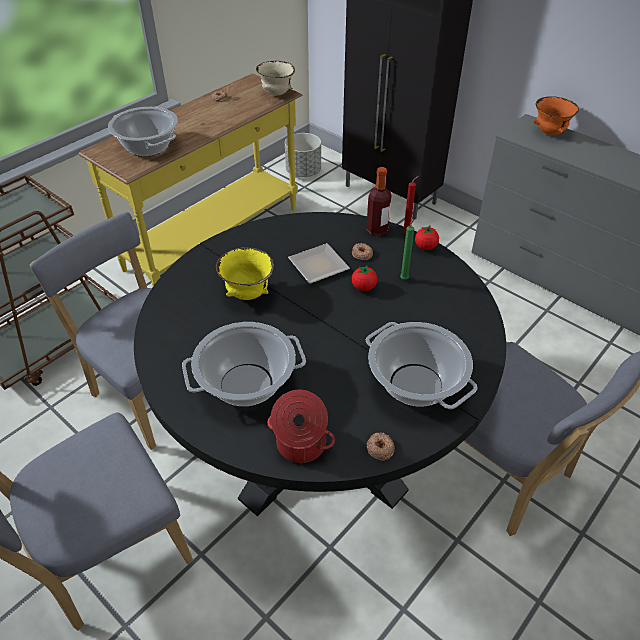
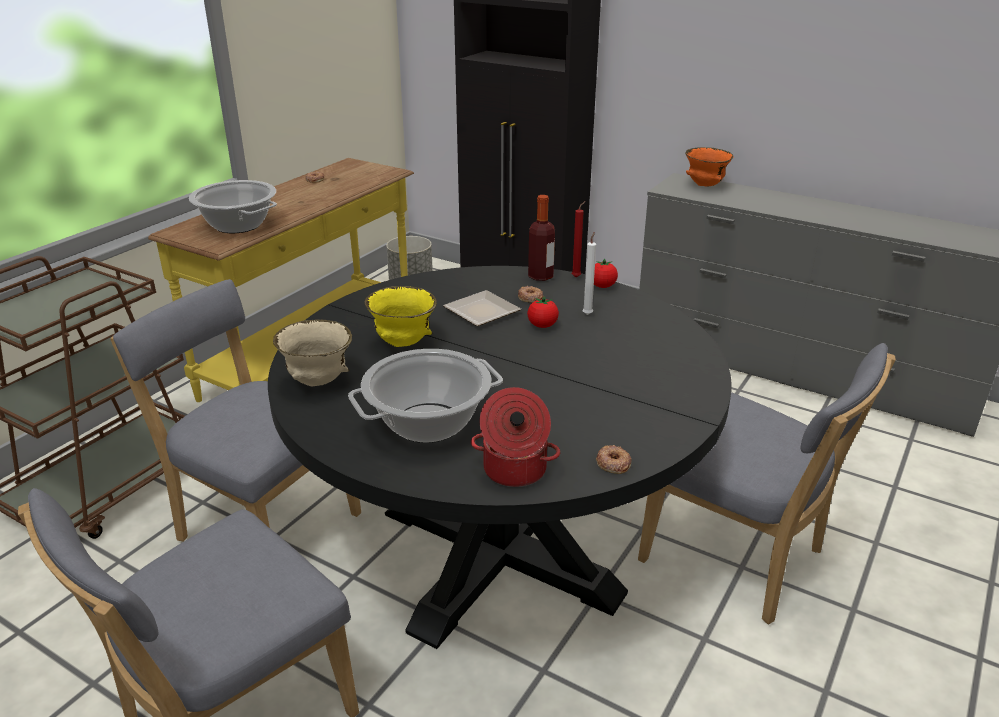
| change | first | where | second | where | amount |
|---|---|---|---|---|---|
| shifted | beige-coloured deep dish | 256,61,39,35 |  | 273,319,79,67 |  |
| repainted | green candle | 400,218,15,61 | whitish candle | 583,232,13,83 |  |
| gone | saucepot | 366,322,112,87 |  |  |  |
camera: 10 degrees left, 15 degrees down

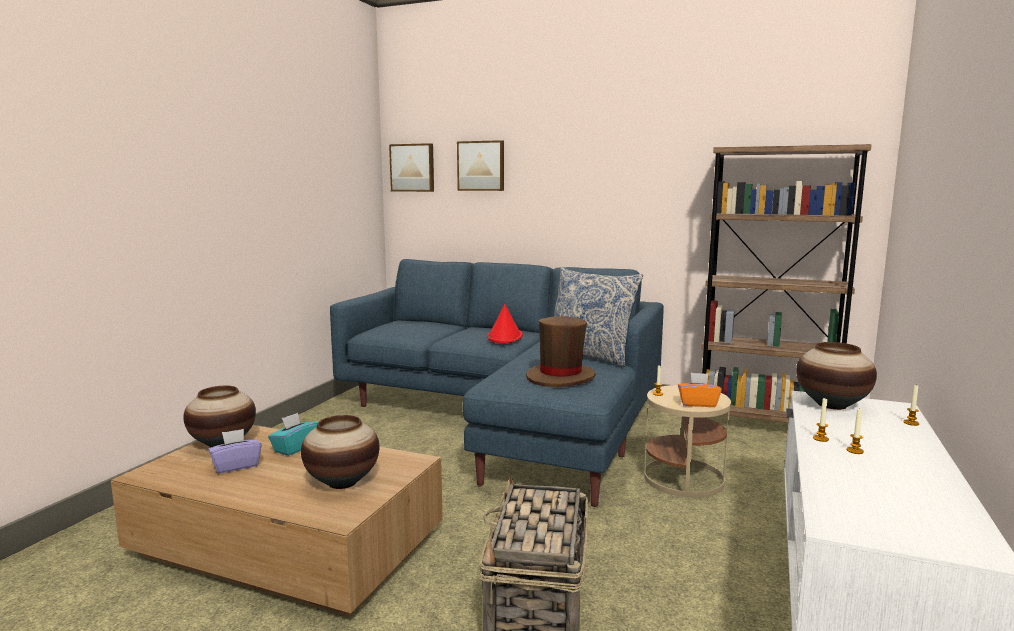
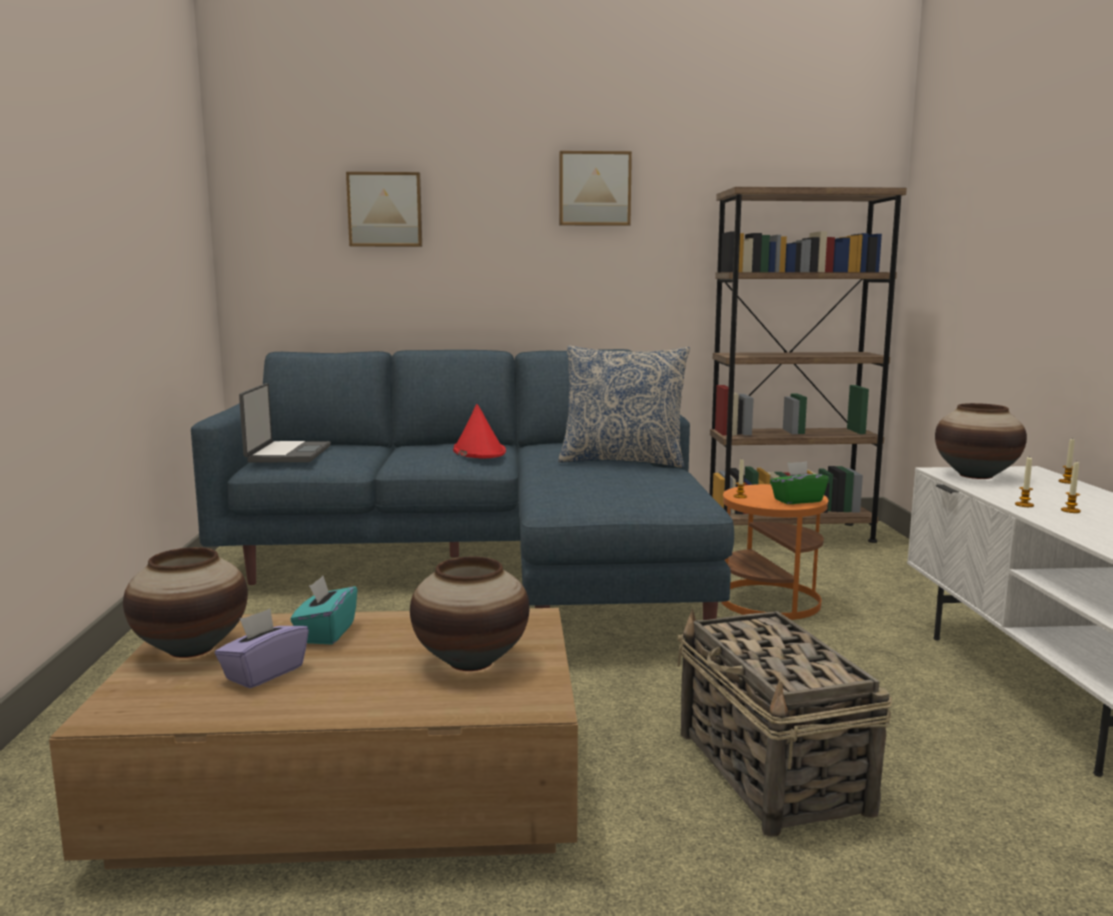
| change | first | where | second | where | amount |
|---|---|---|---|---|---|
| shifted | picture | 389,143,45,49 |  | 559,151,73,75 |  |
| gone | brown wearable hat | 526,316,69,71 |  |  |  |
| repainted | orangey tissue holder | 678,373,44,34 | green tissue holder | 770,461,59,43 |  |
| repainted | beige-coloured side table | 644,385,87,112 | orangey side table | 721,484,108,136 |  |
| new |  |  | laptop | 239,383,92,79 |  |
camera: 25 degrees left, 0 degrees up

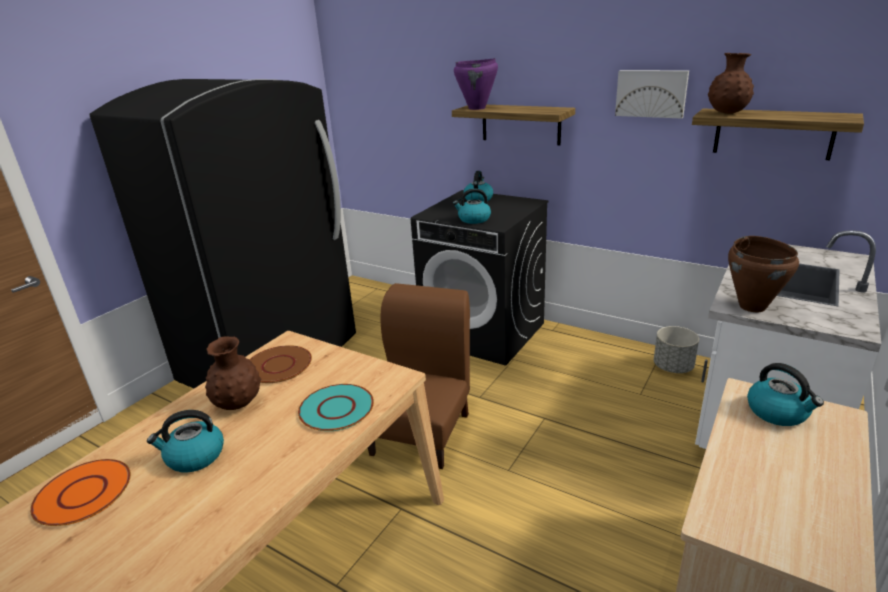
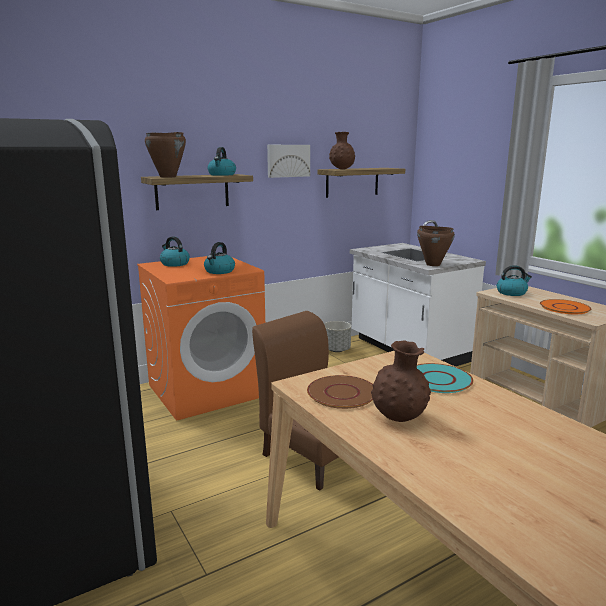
| change | first | where | second | where | amount |
|---|---|---|---|---|---|
| repainted | purplish saucepot | 454,58,44,52 | brown saucepot | 145,132,41,45 |  |
| repainted | black laundry appliance | 411,190,138,176 | orangey laundry appliance | 137,256,128,165 |  |
| shifted | water kettle | 147,410,77,63 |  | 208,147,28,29 |  |
| shifted | orangey plate | 30,459,101,67 |  | 540,299,51,15 |  |
camera: 65 degrees left, 10 degrees down

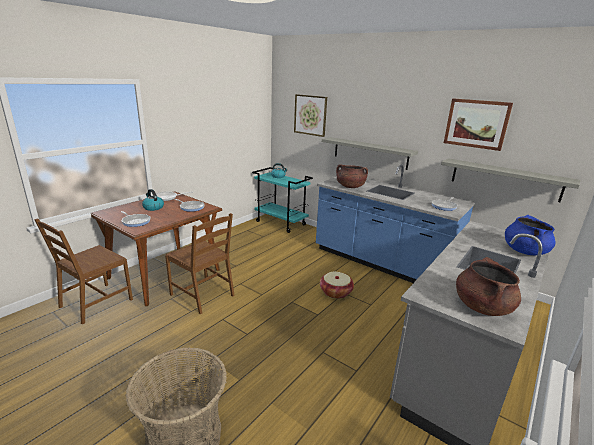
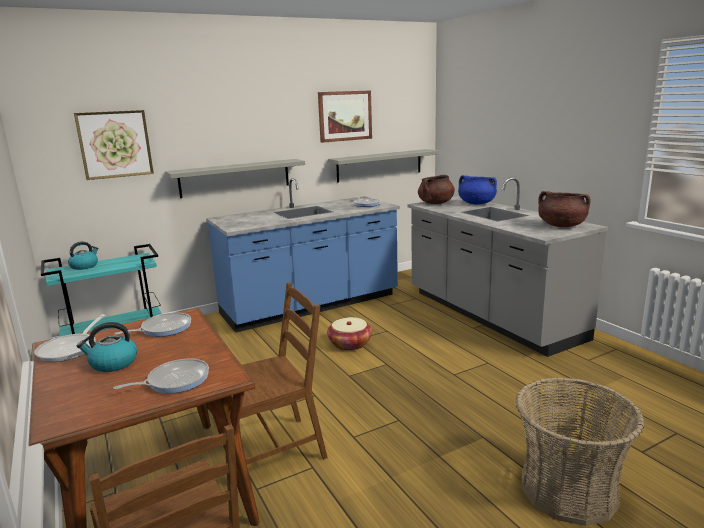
| change | first | where | second | where | amount |
|---|---|---|---|---|---|
| shifted | brown saucepot | 336,165,32,23 |  | 418,175,37,29 |  |
camera: 65 degrees left, 5 degrees down

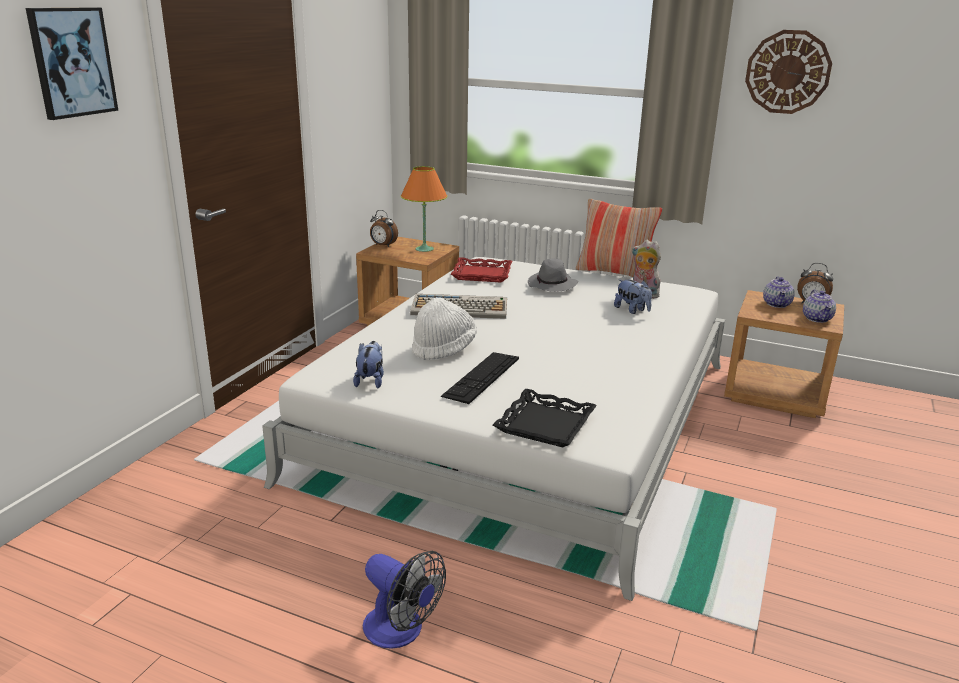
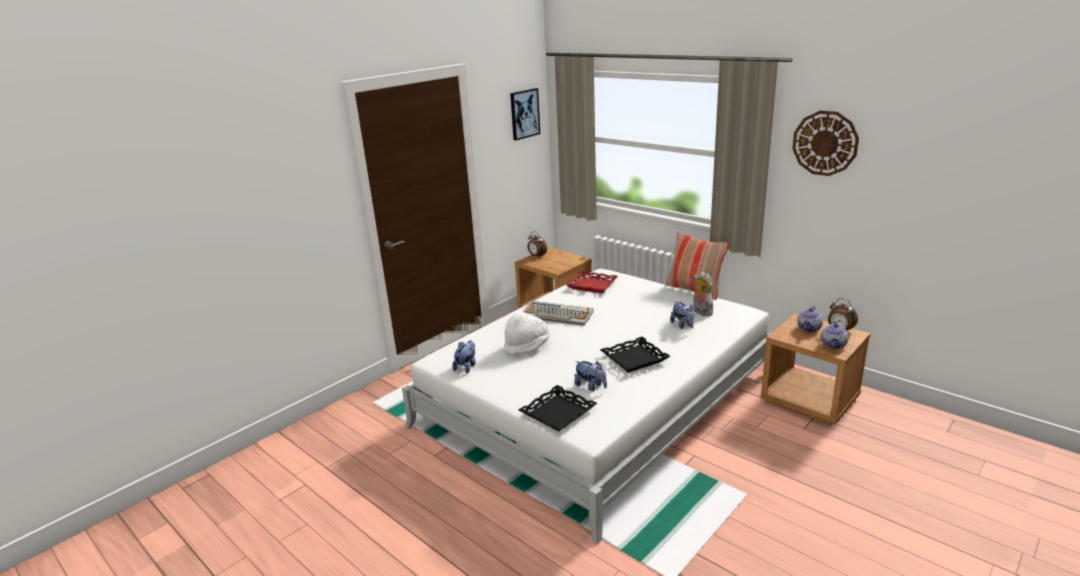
| change | first | where | second | where | amount |
|---|---|---|---|---|---|
| shifted | picture | 26,7,92,113 |  | 510,88,30,52 |  |
| gone | orangey tabletop lamp | 401,166,46,86 |  |  |  |
| gone | greyish wearable hat | 528,258,50,34 |  |  |  |
| gone | PC keyboard | 441,352,78,52 |  |  |  |
| gone | fan | 363,551,83,98 |  |  |  |
| new |  |  | black tray | 600,337,70,36 |  |
| new |  |  | plush toy | 574,361,33,30 |  |
camera: 20 degrees right, 0 degrees up

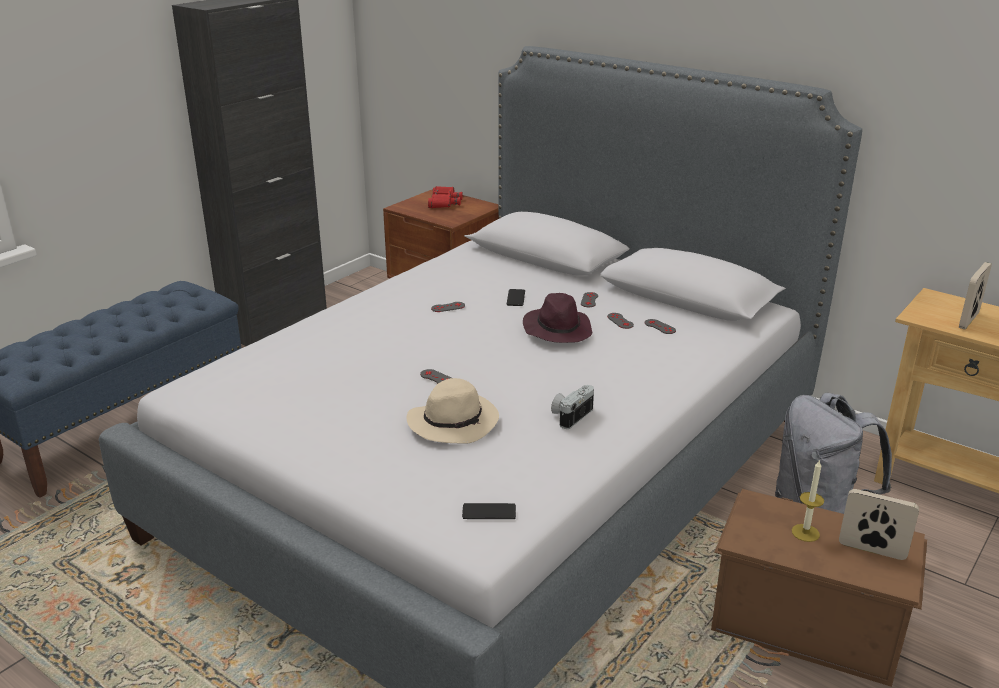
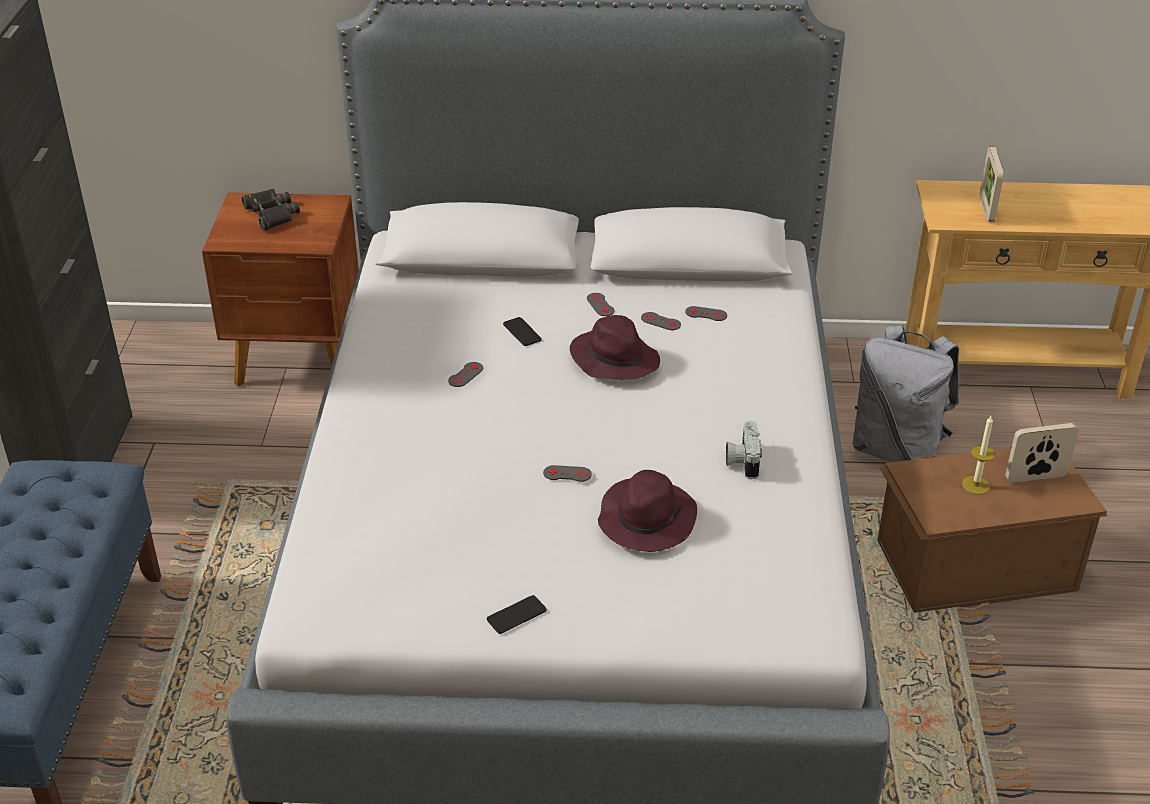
| change | first | where | second | where | amount |
|---|---|---|---|---|---|
| repainted | reddish field glasses | 428,186,35,22 | black field glasses | 242,189,58,42 |  |
| repainted | beige-coloured wearable hat | 407,378,92,66 | purplish wearable hat | 598,470,99,82 |  |
| shifted | phone | 462,503,54,16 |  | 487,595,60,39 |  |
camera: 35 degrees left, 10 degrees up

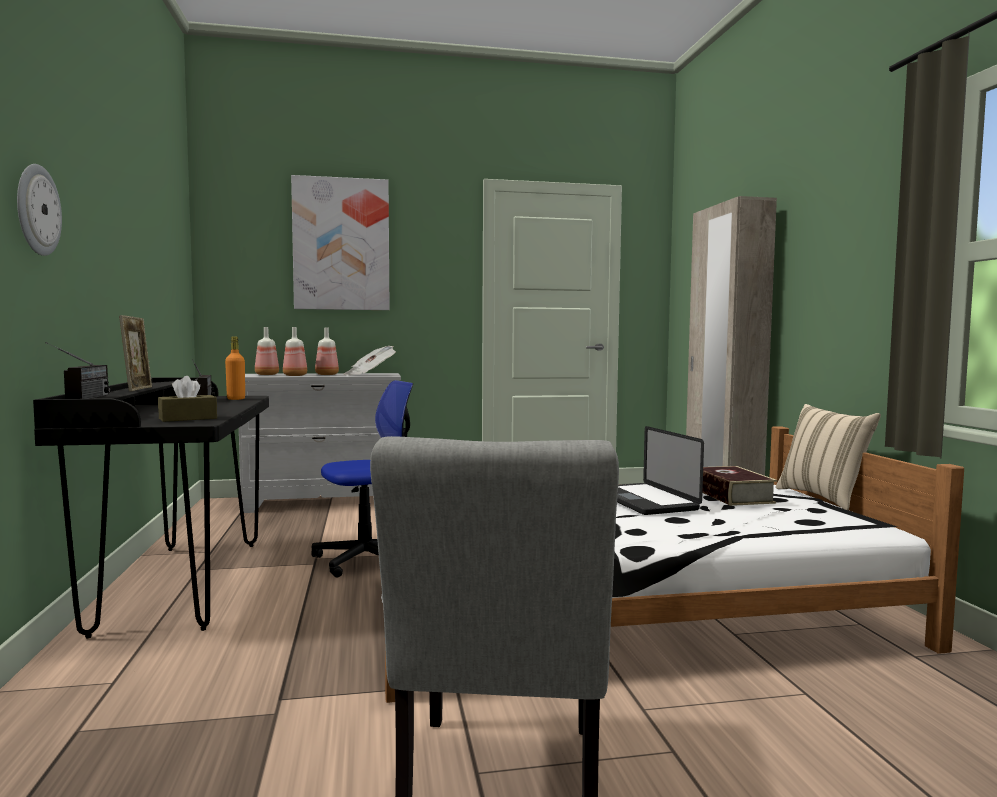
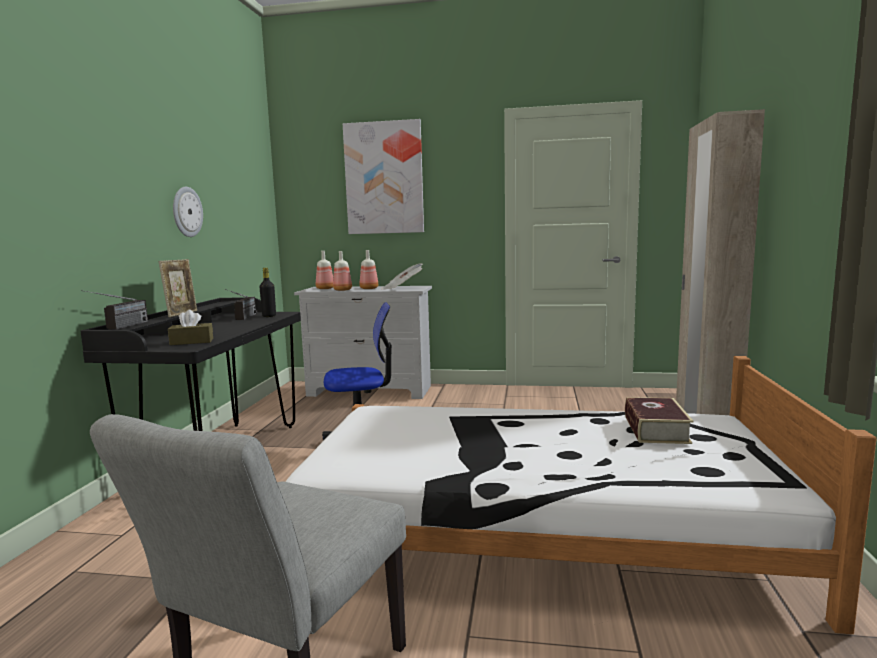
| change | first | where | second | where | amount |
|---|---|---|---|---|---|
| shifted | clock on the wall | 17,164,45,92 |  | 173,187,30,50 |  |
| repainted | orangey beverage bottle | 225,336,20,64 | black beverage bottle | 259,268,17,49 |  |
| gone | beige-coloured throw pillow | 776,404,105,106 |  |  |  |
| gone | laptop | 617,426,87,89 |  |  |  |
camera: 20 degrees right, 5 degrees up

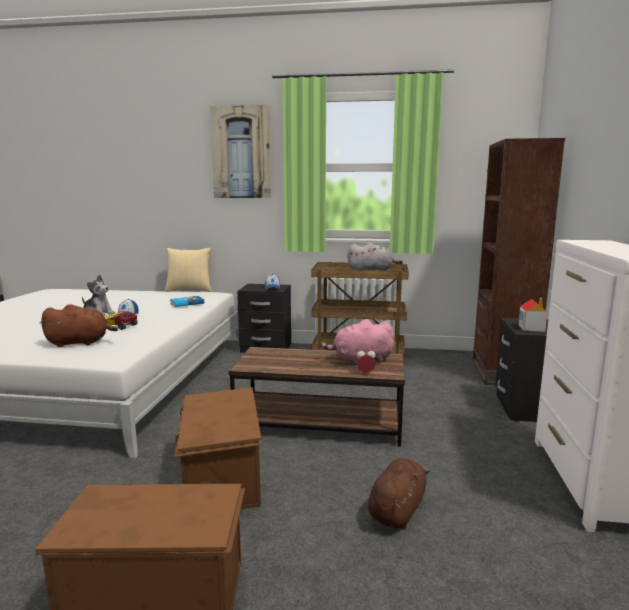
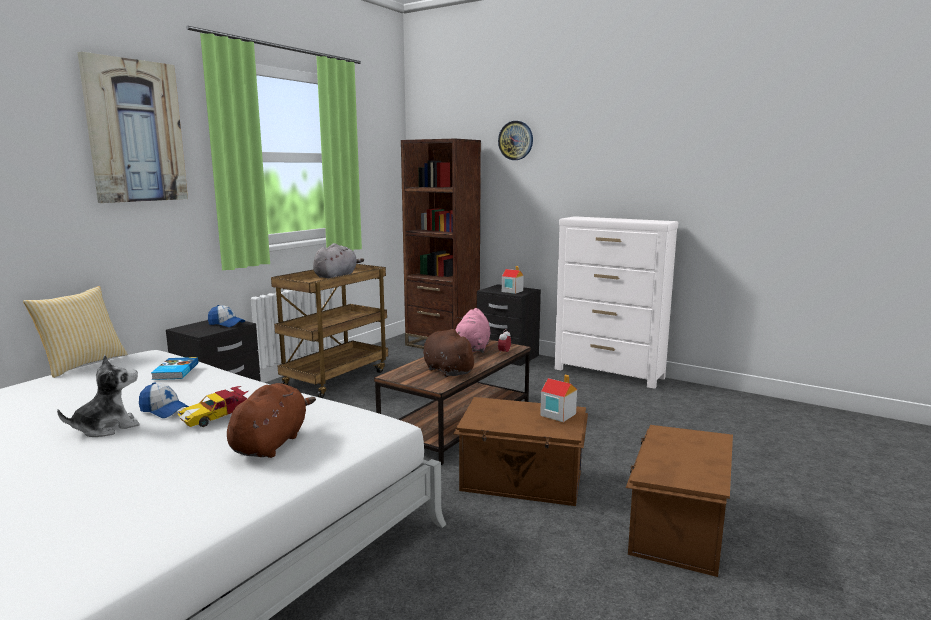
| change | first | where | second | where | amount |
|---|---|---|---|---|---|
| shifted | brown plush toy | 368,458,63,71 |  | 423,329,55,48 |  |
| new |  |  | clock on the wall | 498,121,35,39 |  |
| new |  |  | miniature house | 540,375,37,47 |  |
camera: 65 degrees left, 0 degrees up

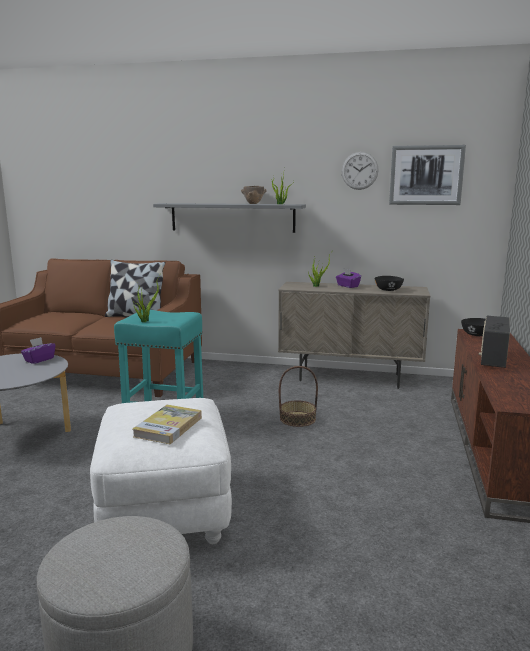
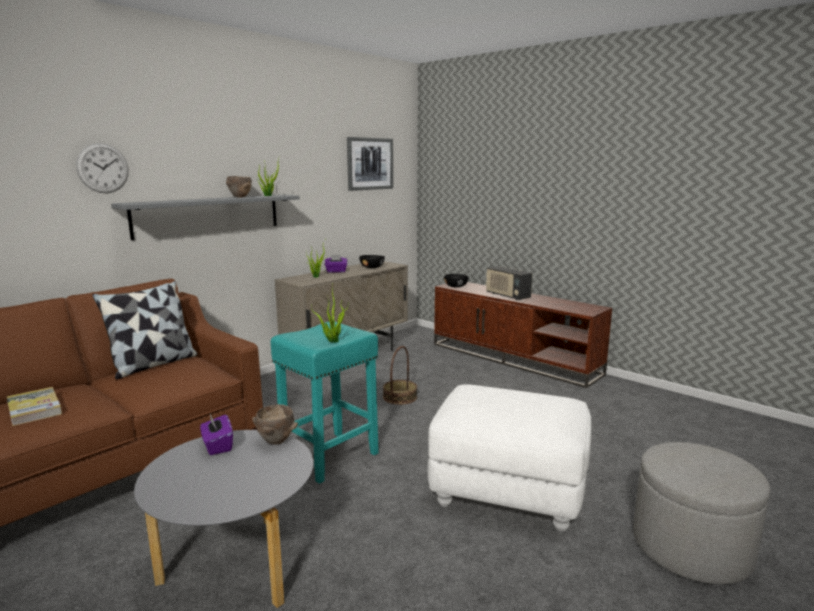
| change | first | where | second | where | amount |
|---|---|---|---|---|---|
| shifted | clock on the wall | 342,152,37,38 |  | 76,143,53,50 |  |
| shifted | volume | 133,405,69,39 |  | 7,387,55,39 |  |
| new |  |  | brown deep dish | 252,404,46,41 |  |
camera: 60 degrees left, 0 degrees up

